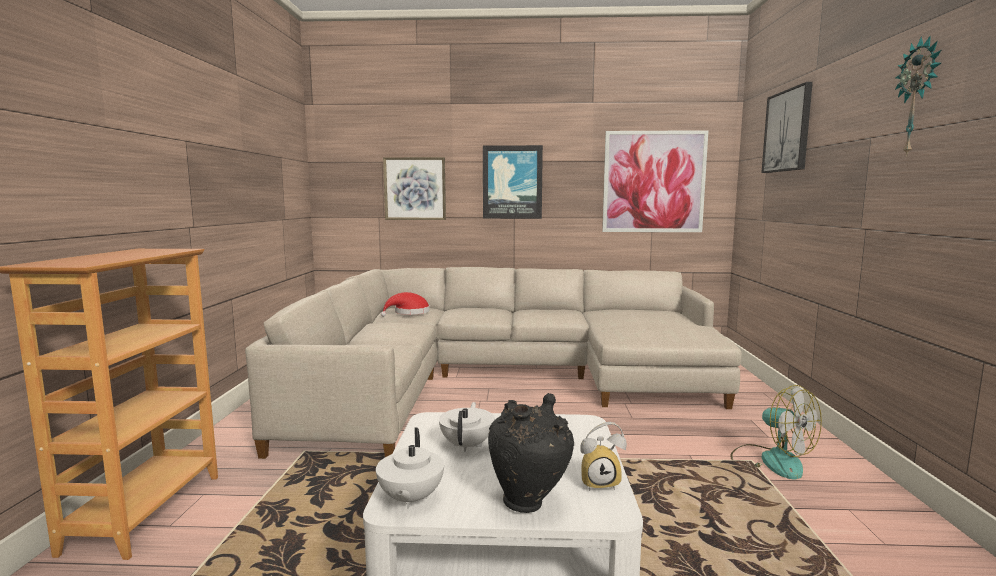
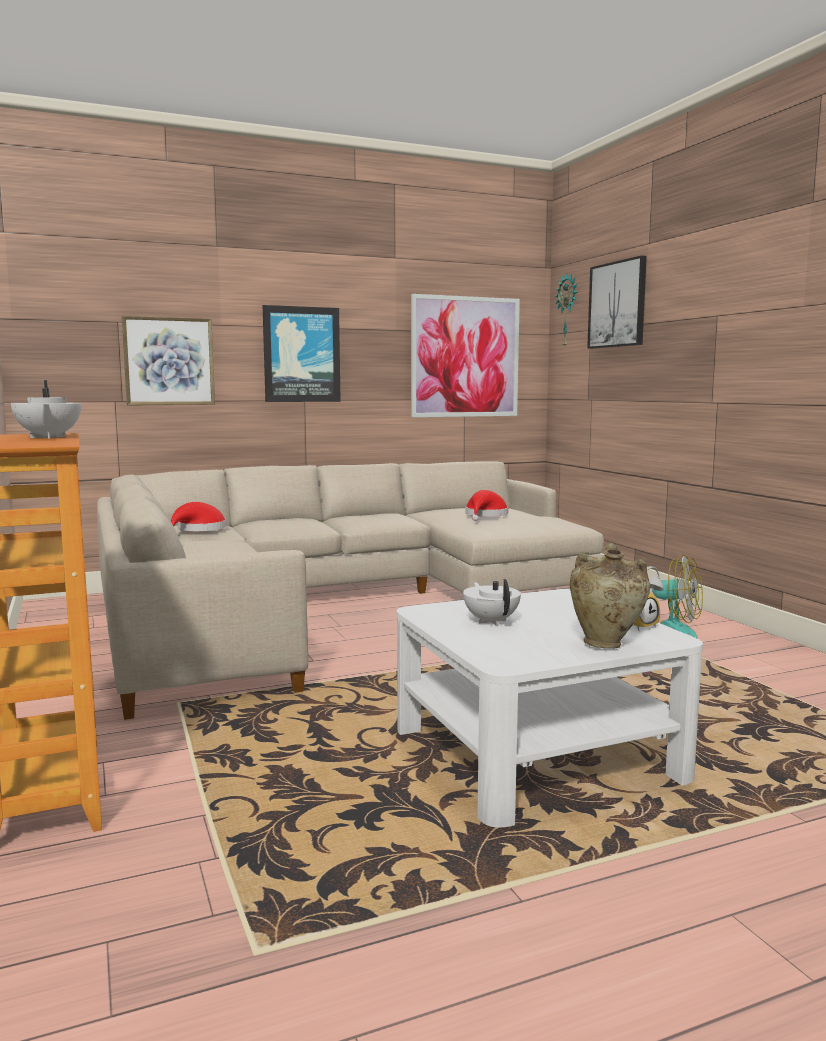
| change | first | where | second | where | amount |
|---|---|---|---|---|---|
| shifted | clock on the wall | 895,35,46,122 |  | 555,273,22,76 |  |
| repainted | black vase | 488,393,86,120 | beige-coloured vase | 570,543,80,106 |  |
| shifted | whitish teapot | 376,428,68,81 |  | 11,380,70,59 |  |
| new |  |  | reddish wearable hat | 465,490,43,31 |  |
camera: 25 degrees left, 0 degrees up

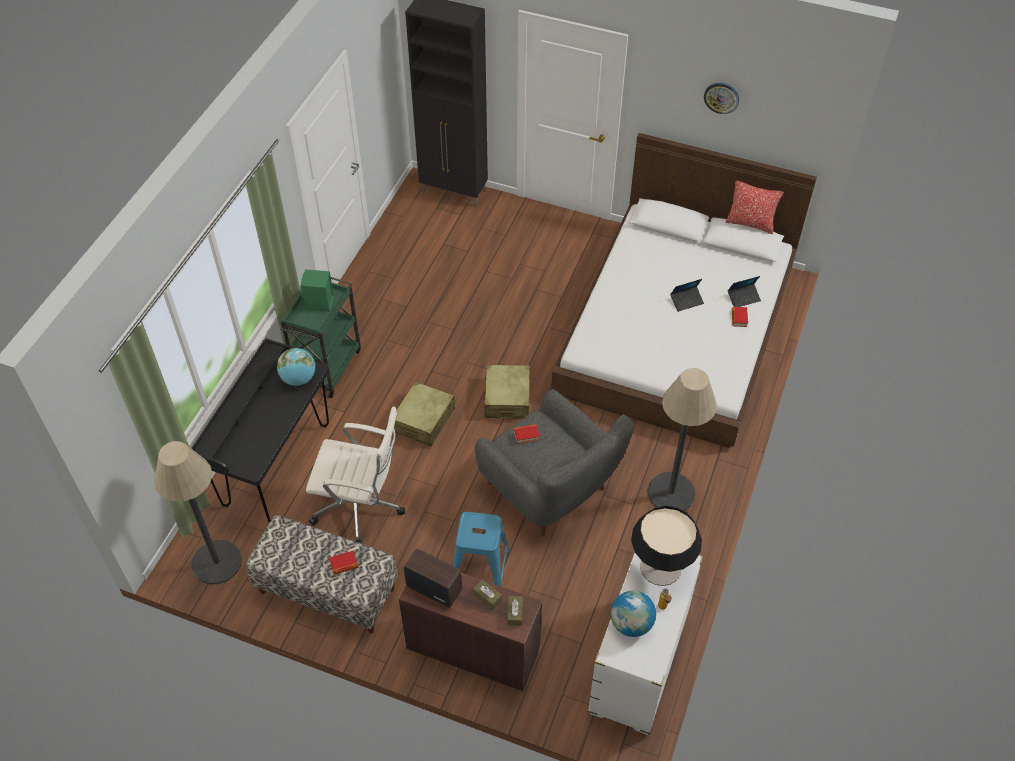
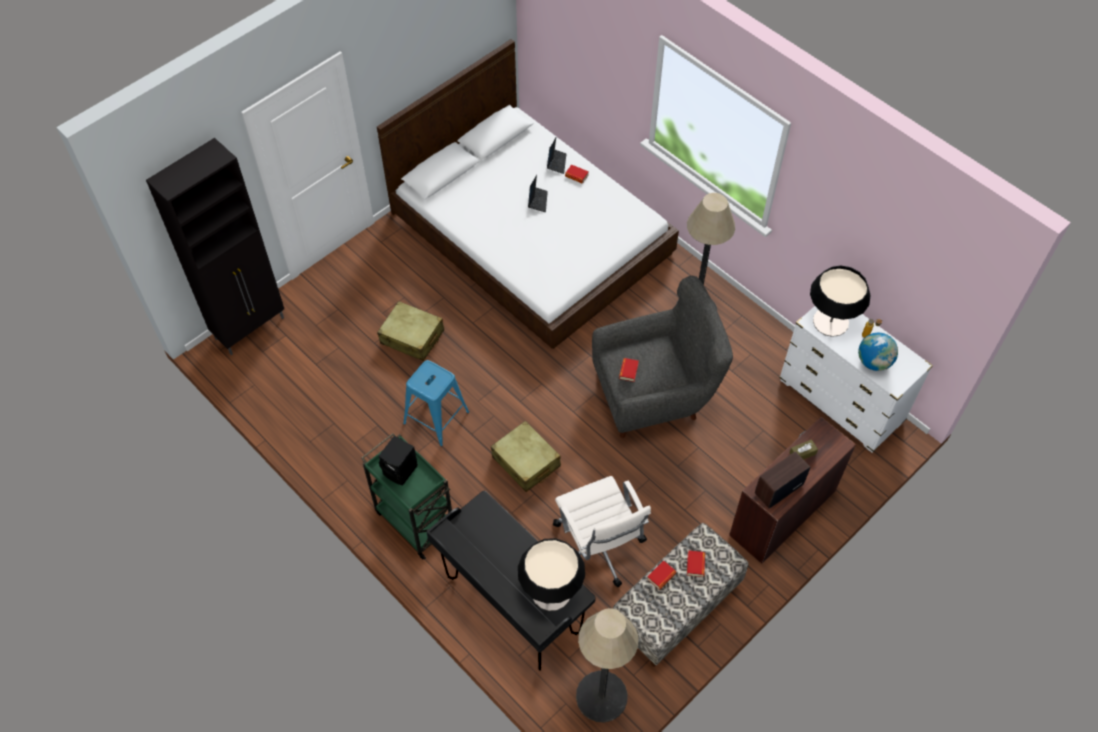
| change | first | where | second | where | amount |
|---|---|---|---|---|---|
| gone | clock on the wall | 704,83,35,31 |  |  |  |
| gone | throw pillow | 725,180,59,54 |  |  |  |
| repainted | green audio speaker | 301,269,33,43 | black audio speaker | 379,436,39,50 |  |
| gone | desk globe | 277,348,38,38 |  |  |  |
| shifted | beige-coloured travel case | 483,365,47,54 |  | 377,301,67,60 |  |
| rotated | whitish desk chair | 306,406,99,138 |  | 553,476,98,111 | 120 degrees clockwise |
| shifted | blue-coloured stool | 453,512,57,75 |  | 403,360,66,86 |  |
| gone | brown tissue holder | 507,596,16,30 |  |  |  |
| new |  |  | tabletop lamp | 518,538,67,73 |  |
| new |  |  | volume | 647,560,29,30 |  |
camera: 65 degrees left, 5 degrees up

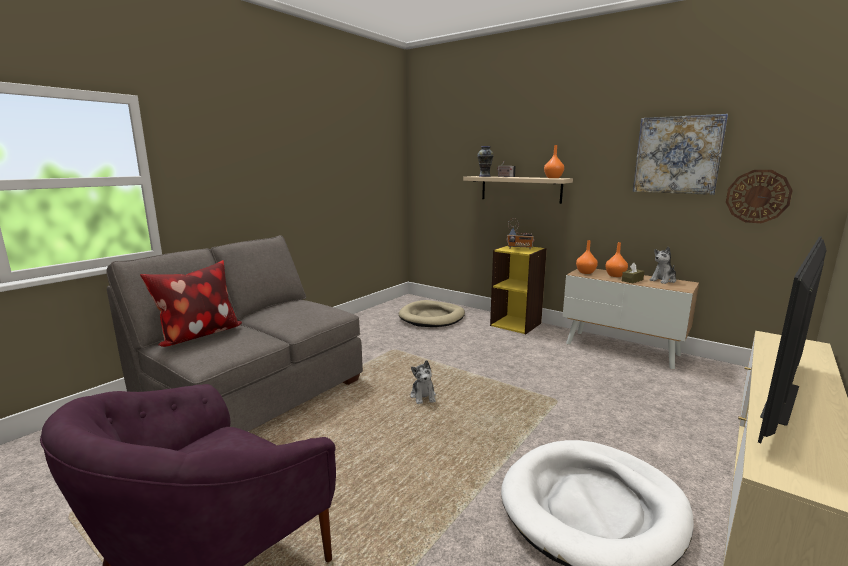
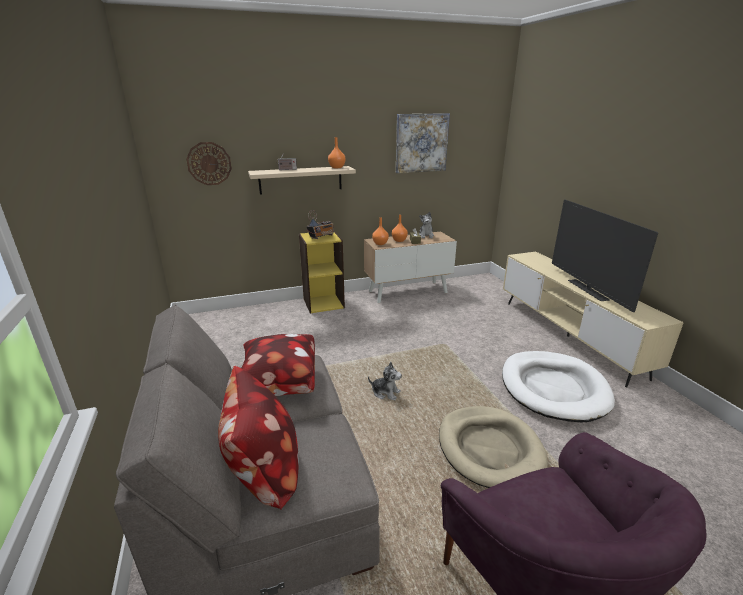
| change | first | where | second | where | amount |
|---|---|---|---|---|---|
| gone | vase | 477,146,17,31 |  |  |  |
| shifted | clock on the wall | 726,170,67,53 |  | 186,142,46,43 |  |
| shifted | beige-coloured dog bed | 399,300,66,27 |  | 439,406,109,82 |  |
| new |  |  | throw pillow | 241,334,74,62 |  |
camera: 55 degrees left, 10 degrees up

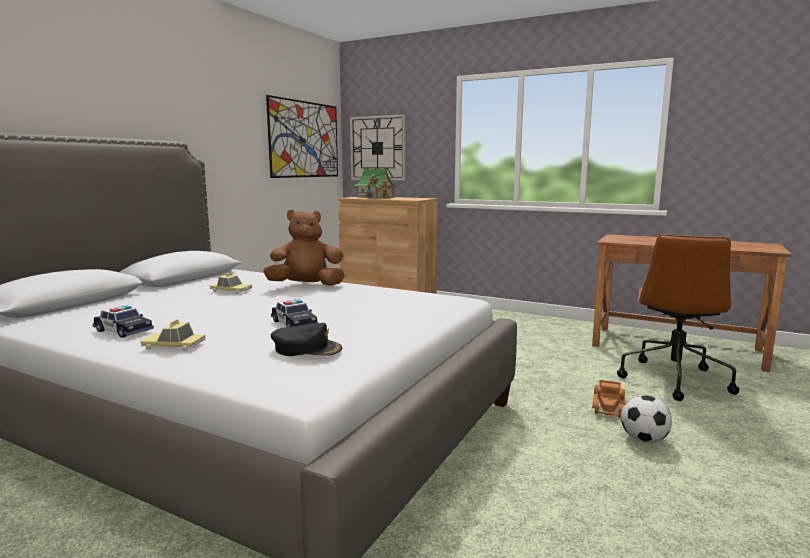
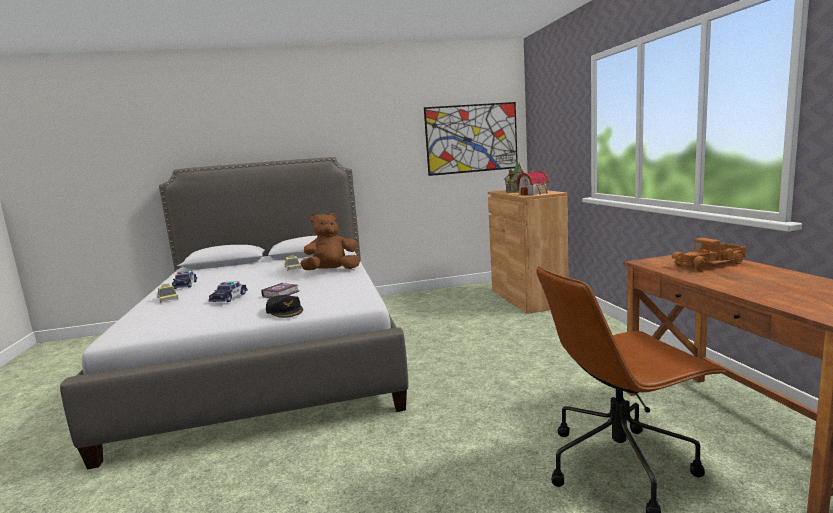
| change | first | where | second | where | amount |
|---|---|---|---|---|---|
| gone | clock on the wall | 350,114,55,66 |  |  |  |
| rotated | brown plush toy | 263,209,82,77 |  | 300,213,60,57 | 60 degrees counterclockwise |
| shifted | black baseball cap | 271,323,71,33 |  | 266,295,37,23 |  |
| shifted | toy lorry | 592,380,33,38 |  | 672,238,75,33 |  |
| gone | football | 621,395,51,48 |  |  |  |
| new |  |  | miniature house | 516,170,33,25 |  |
| new |  |  | volume | 261,283,39,15 |  |
camera: 50 degrees right, 0 degrees up

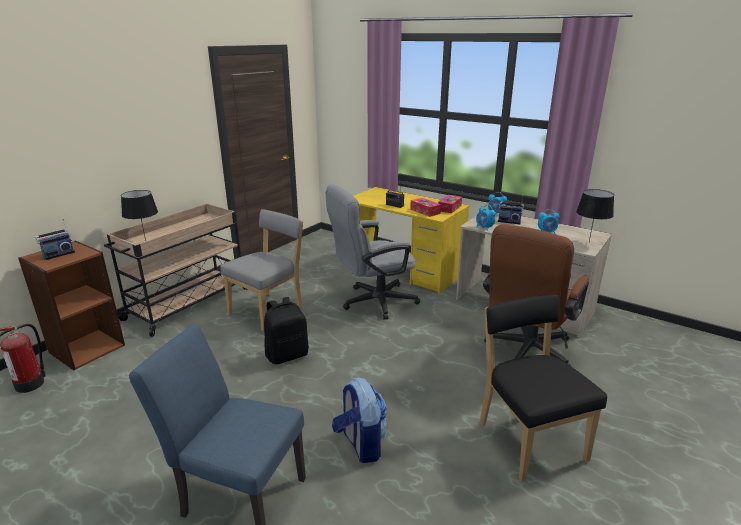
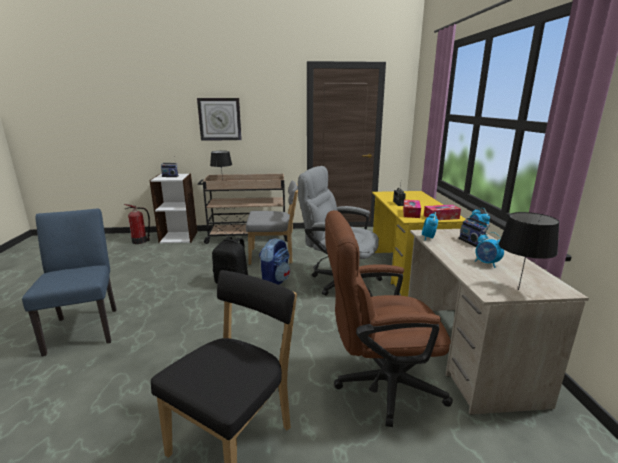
| change | first | where | second | where | amount |
|---|---|---|---|---|---|
| repainted | brown bookcase | 18,240,107,130 | whitish bookcase | 149,174,48,70 |  |
| shifted | backpack | 332,377,55,86 |  | 259,238,31,47 |  |
| new |  |  | clock on the wall | 197,98,45,43 |  |
camera: 50 degrees right, 5 degrees down

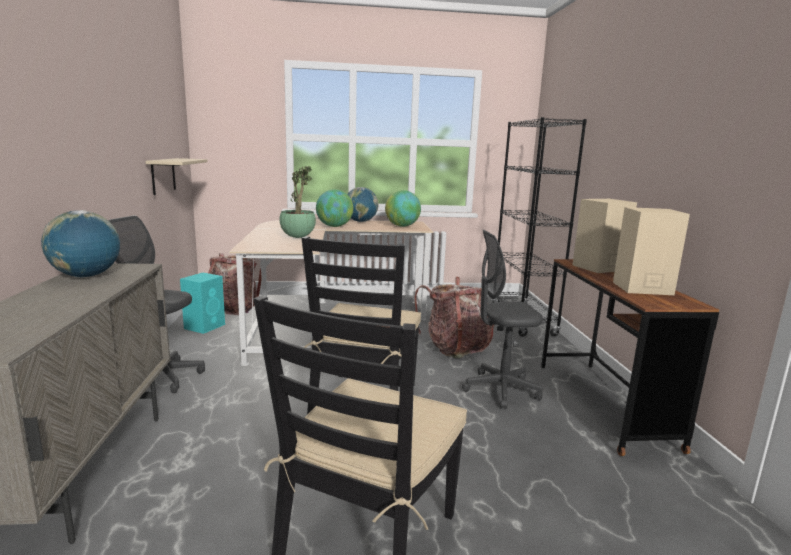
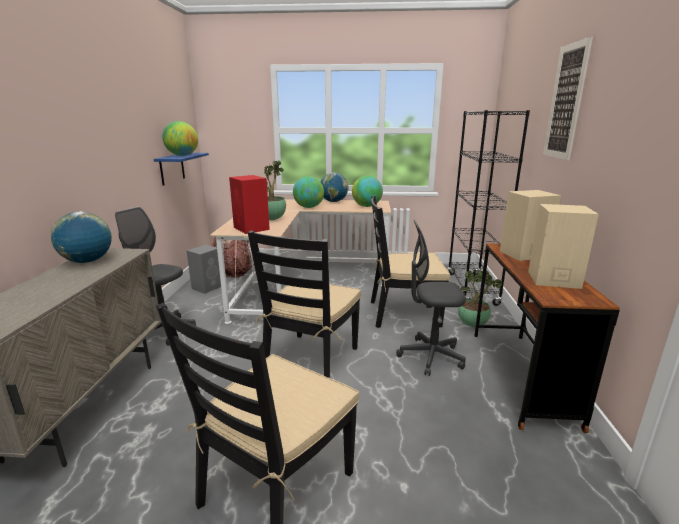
| change | first | where | second | where | amount |
|---|---|---|---|---|---|
| repainted | beige-coloured shelf | 145,158,62,37 | blue-coloured shelf | 154,153,55,32 |  |
| repainted | blue-green audio speaker | 180,273,45,61 | greyish audio speaker | 186,245,35,49 |  |
| swapped | backpack | 414,277,81,81 | black upright chair | 371,196,79,132 |  |
| new |  |  | picture | 543,37,50,123 |  |
| new |  |  | desk globe | 162,121,36,35 |  |
| new |  |  | reddish audio speaker | 229,175,41,59 |  |
| new |  |  | potted plant | 458,270,44,57 |  |
camera: 10 degrees right, 5 degrees up

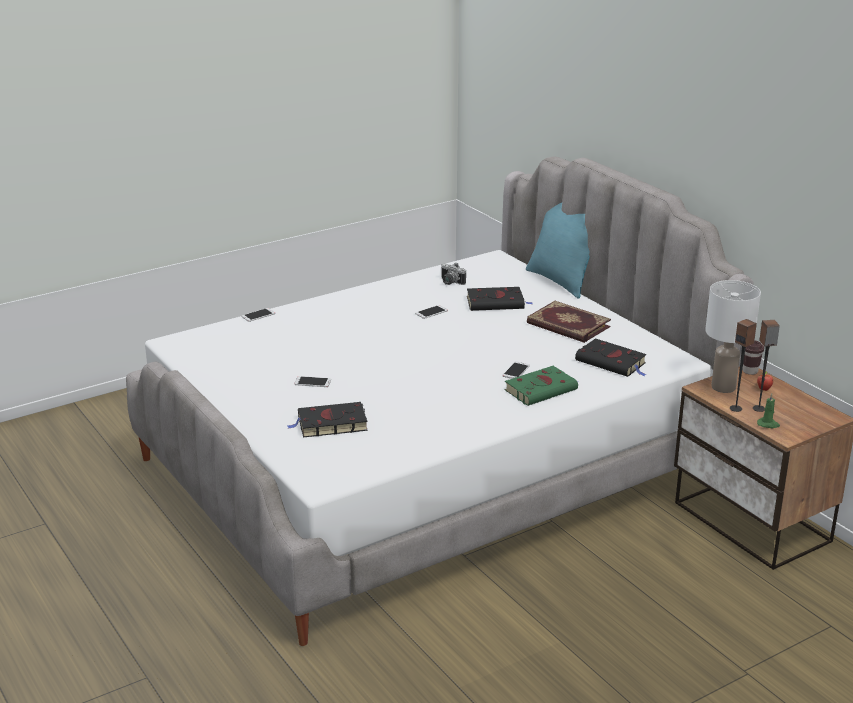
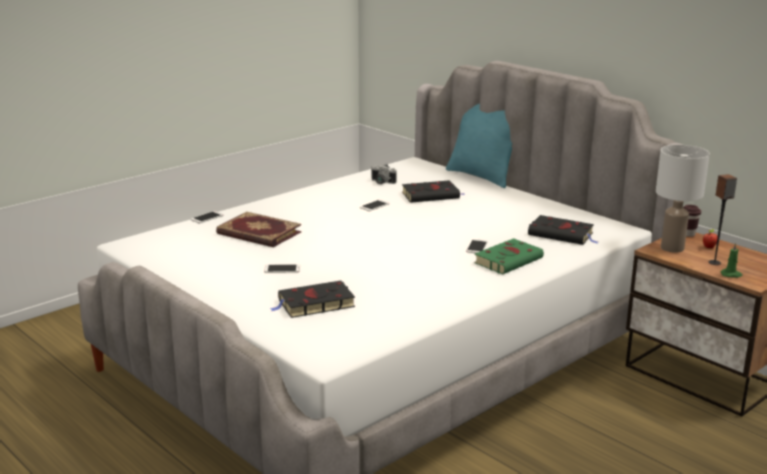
| change | first | where | second | where | amount |
|---|---|---|---|---|---|
| shifted | volume | 527,301,84,42 |  | 216,212,86,35 |  |
| gone | audio speaker | 730,319,27,93 |  |  |  |
camera: 10 degrees left, 5 degrees down

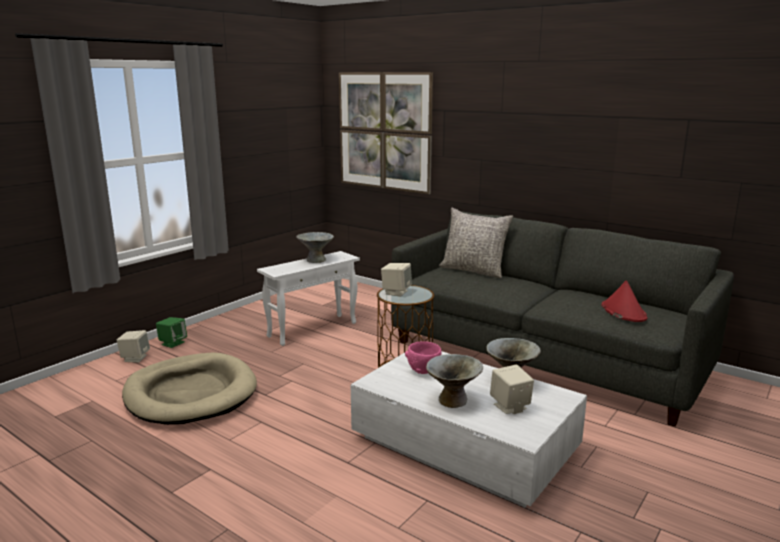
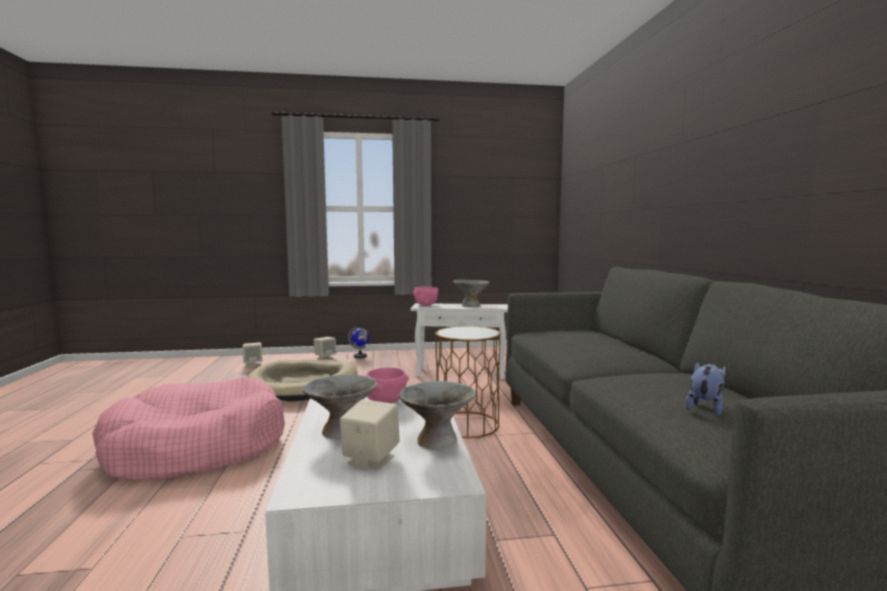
| change | first | where | second | where | amount |
|---|---|---|---|---|---|
| gone | picture | 339,72,94,122 |  |  |  |
| gone | greyish throw pillow | 439,207,74,71 |  |  |  |
| shifted | beige-coloured audio speaker | 381,263,31,34 |  | 243,342,19,25 |  |
| swapped | reddish wearable hat | 602,280,45,42 | plush toy | 685,361,40,55 |  |
| swapped | green audio speaker | 156,317,31,31 | desk globe | 348,326,21,32 |  |
| new |  |  | pinkish deep dish | 413,286,25,20 |  |
| new |  |  | pinkish dog bed | 92,377,193,103 |  |
camera: 45 degrees right, 10 degrees down

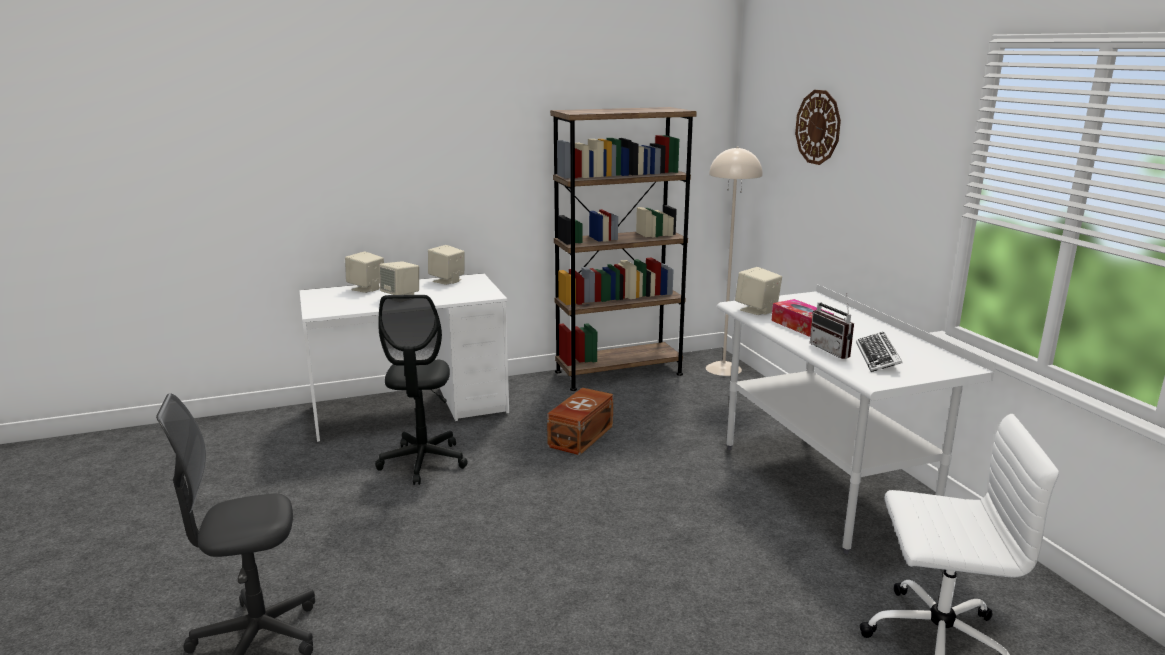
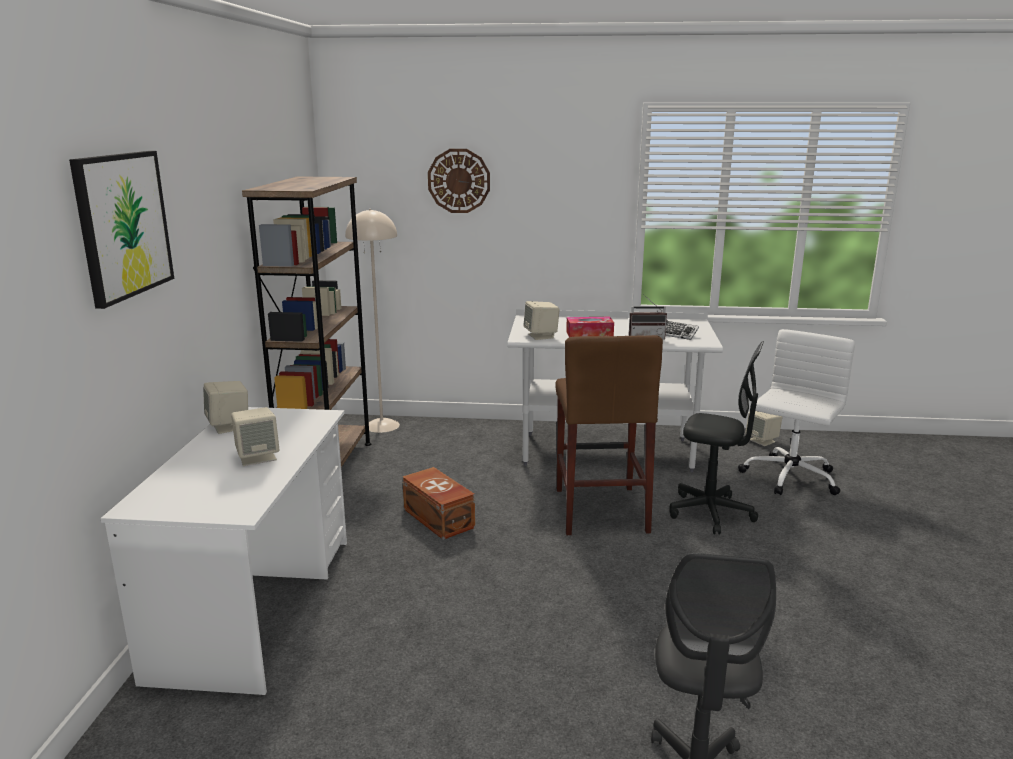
| change | first | where | second | where | amount |
|---|---|---|---|---|---|
| shifted | beige-coloured audio speaker | 345,251,39,42 |  | 745,411,38,35 |  |
| shifted | black desk chair | 375,295,93,190 |  | 669,341,95,194 |  |
| new |  |  | picture | 69,151,105,158 |  |
| new |  |  | brown stool | 555,335,108,200 |  |
camera: 65 degrees left, 0 degrees up

